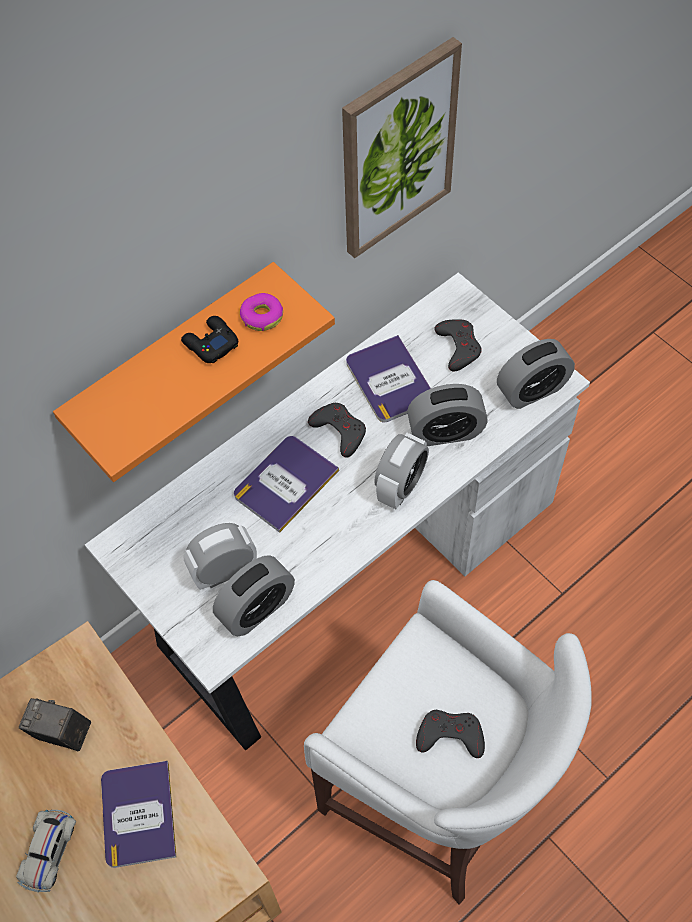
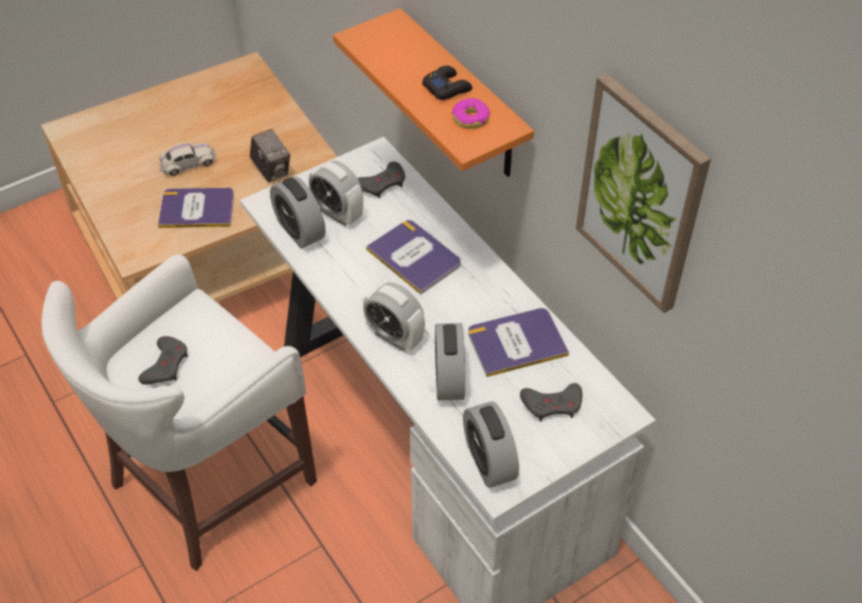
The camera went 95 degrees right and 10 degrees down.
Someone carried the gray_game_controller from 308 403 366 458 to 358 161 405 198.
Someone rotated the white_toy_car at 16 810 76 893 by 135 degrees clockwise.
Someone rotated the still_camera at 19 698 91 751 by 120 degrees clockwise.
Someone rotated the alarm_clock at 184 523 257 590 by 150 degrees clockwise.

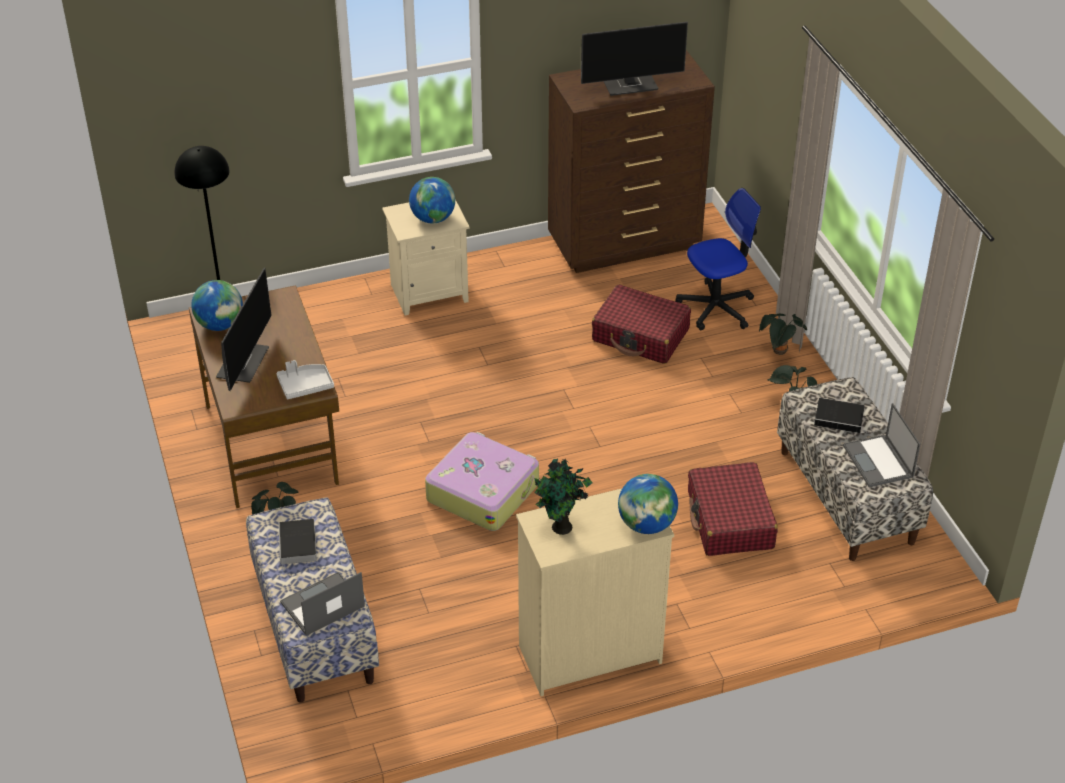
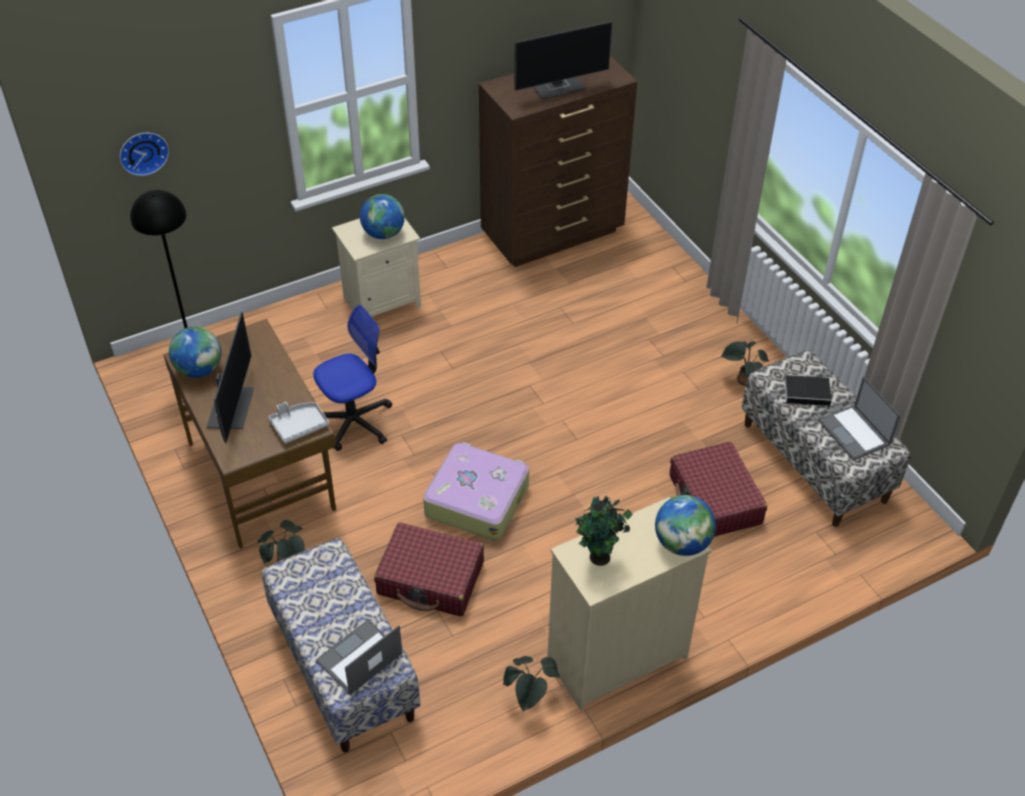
The camera went 10 degrees left and 5 degrees up.
Someone took away the volume at 278 519 317 571.
Someone put up the hanging_clock at 120 133 169 176.
Someone carried the red-coloured_piece_of_luggage from 592 284 691 364 to 374 522 484 616.
Someone carried the desk_chair from 675 188 761 330 to 313 305 392 451.
Someone carried the plant_in_a_pot from 759 314 807 355 to 503 656 560 712.

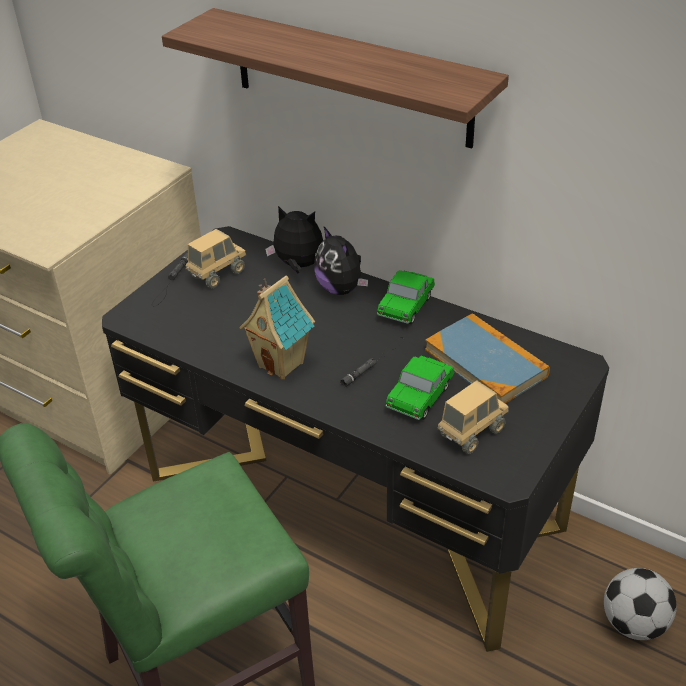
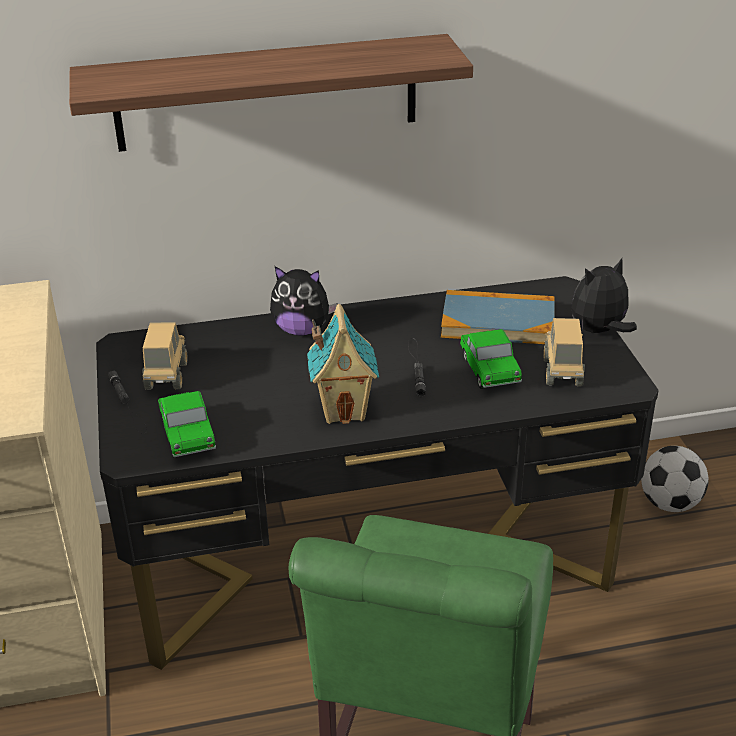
The camera went 45 degrees left and 5 degrees down.
Someone carried the plush_toy from 265 206 323 273 to 571 258 637 333.
Someone carried the toy_car from 377 270 435 324 to 158 391 216 458.

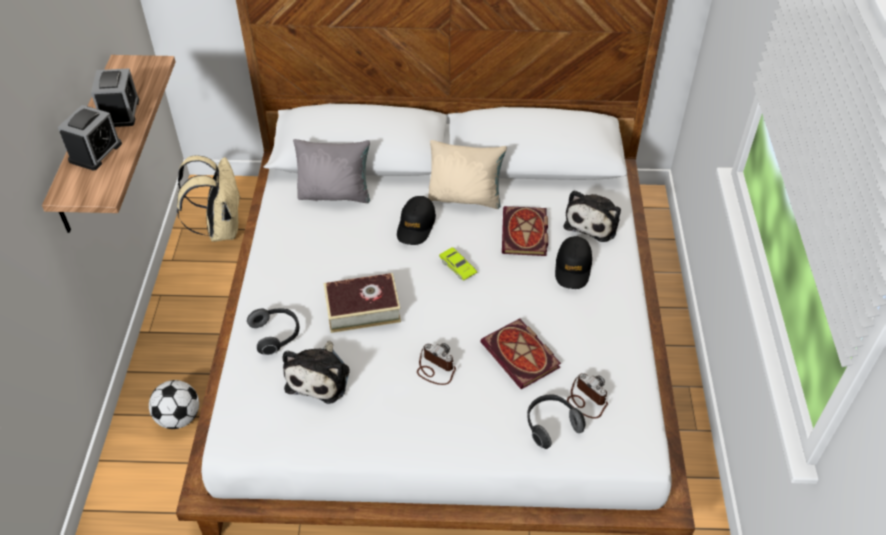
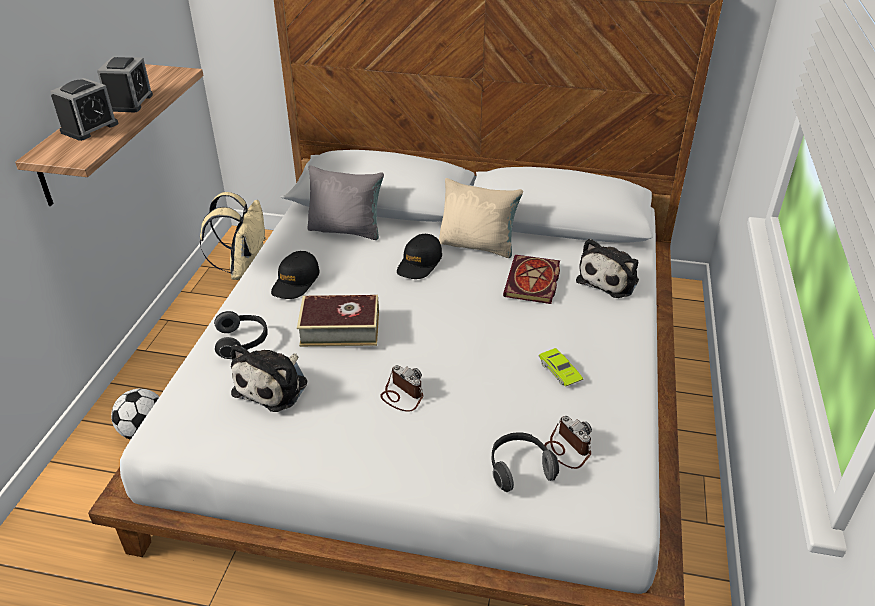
The camera went 10 degrees right and 10 degrees down.
Someone took away the volume at 480 319 561 389.
Someone carried the greenish_toy_car from 439 247 478 280 to 539 348 583 386.
Someone carried the black-coloured_peaked_cap from 555 236 592 289 to 271 251 320 299.

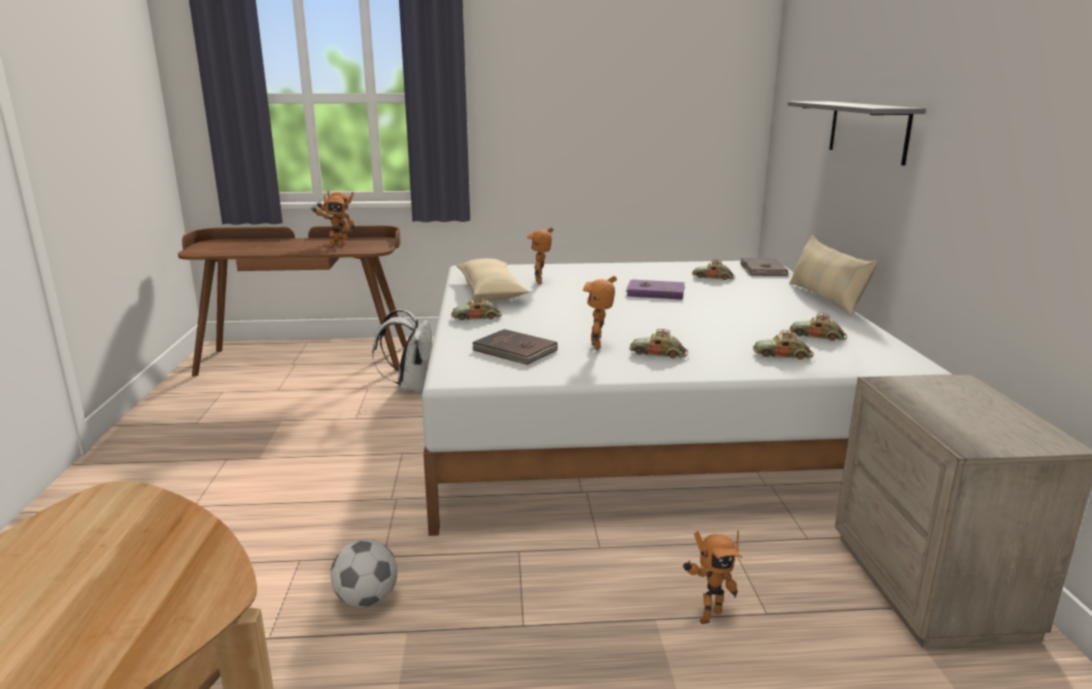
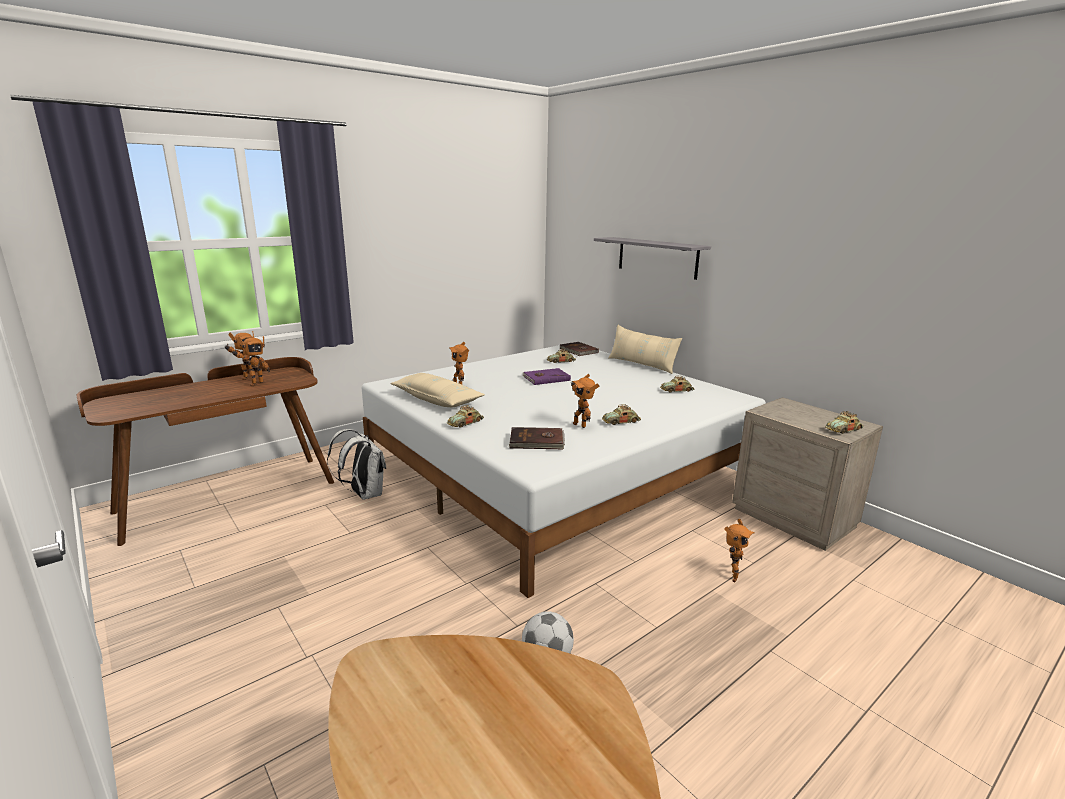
The camera went 35 degrees left and 0 degrees up.
Someone carried the toy_car from 753 330 814 359 to 825 411 863 434.

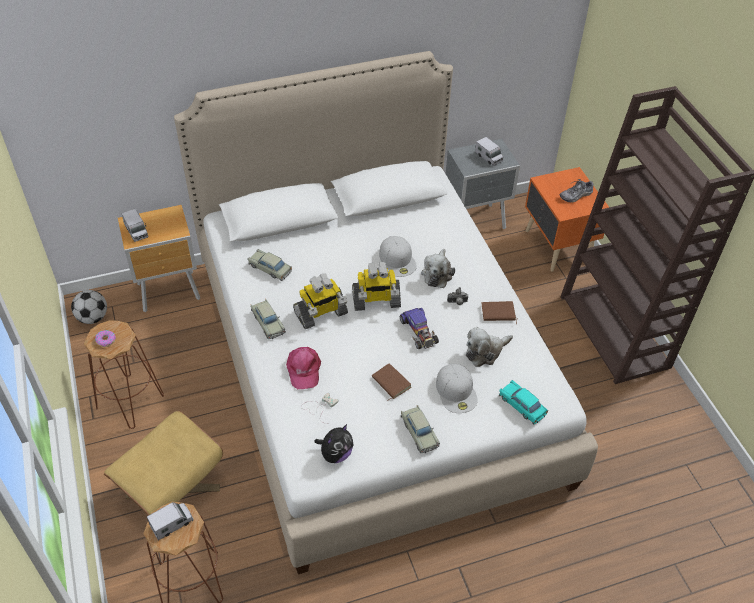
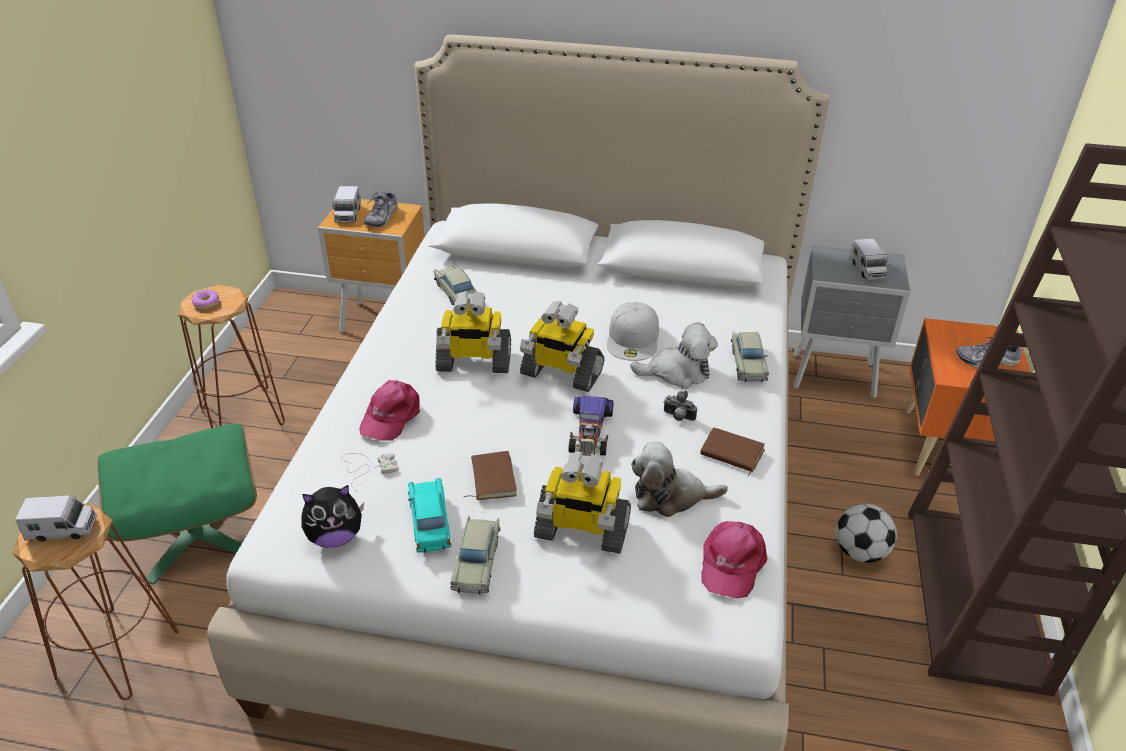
The camera went 30 degrees right and 10 degrees down.
Someone put down the item_of_footwear at 364 192 398 227.
Someone put down the pinkish_peaked_cap at 701 521 767 598.
Someone carried the ball_for_football from 71 290 107 324 to 836 504 897 563.
Someone carried the sand-coloured_toy_car from 251 299 286 339 to 731 331 769 382.
Someone carried the blue-green_toy_car from 499 380 548 424 to 408 478 451 553.
Someone swapped the white_peaked_cap at 436 364 478 413 for the toy_robot at 534 452 631 554.
Someone repainted the sand-coloured_pouffe at 104 411 223 516, which became the greenish_pouffe at 97 424 257 585.
Someone rotated the plush_toy at 421 249 455 288 by 135 degrees counterclockwise.

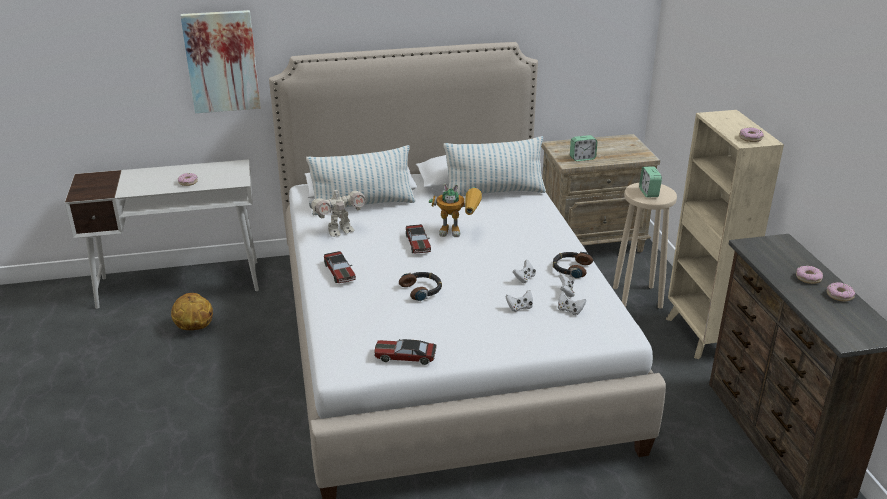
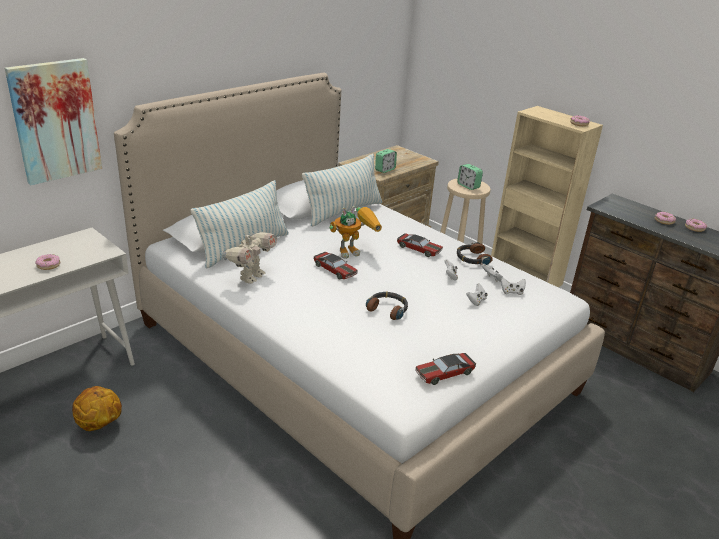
The camera went 35 degrees left and 0 degrees up.
Someone carried the toy_car from 324 251 356 283 to 397 233 443 257.

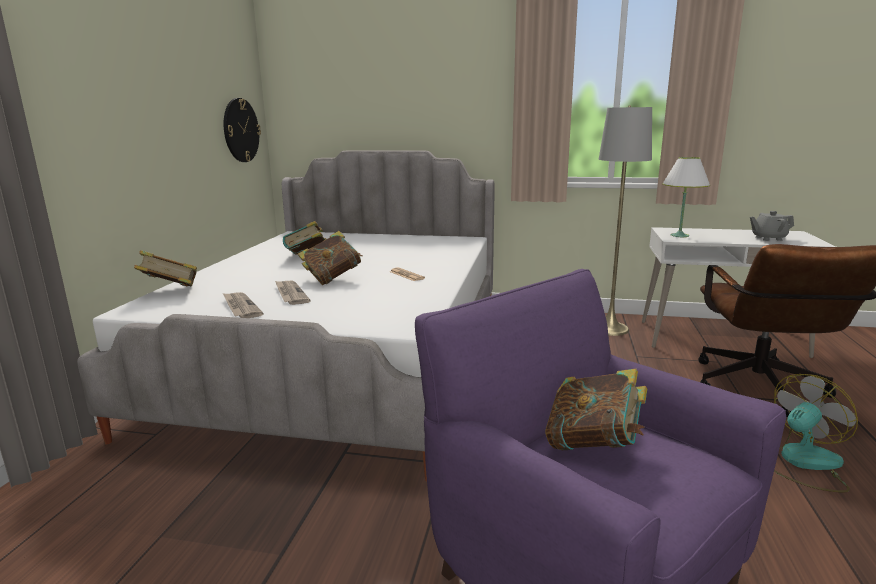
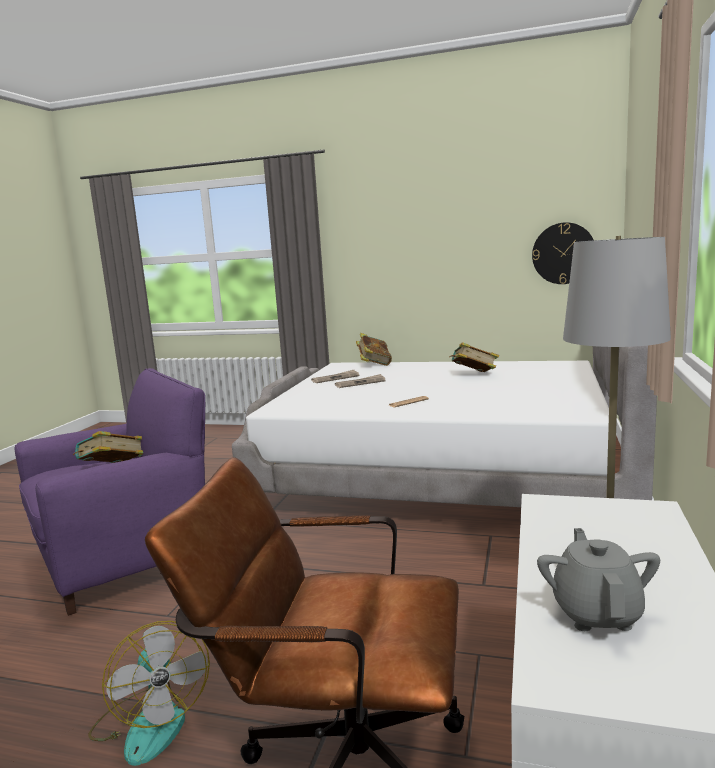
The camera went 95 degrees right and 5 degrees down.
Someone took away the volume at 298 231 363 285.
Someone took away the white_lamp_for_a_table at 662 157 710 237.

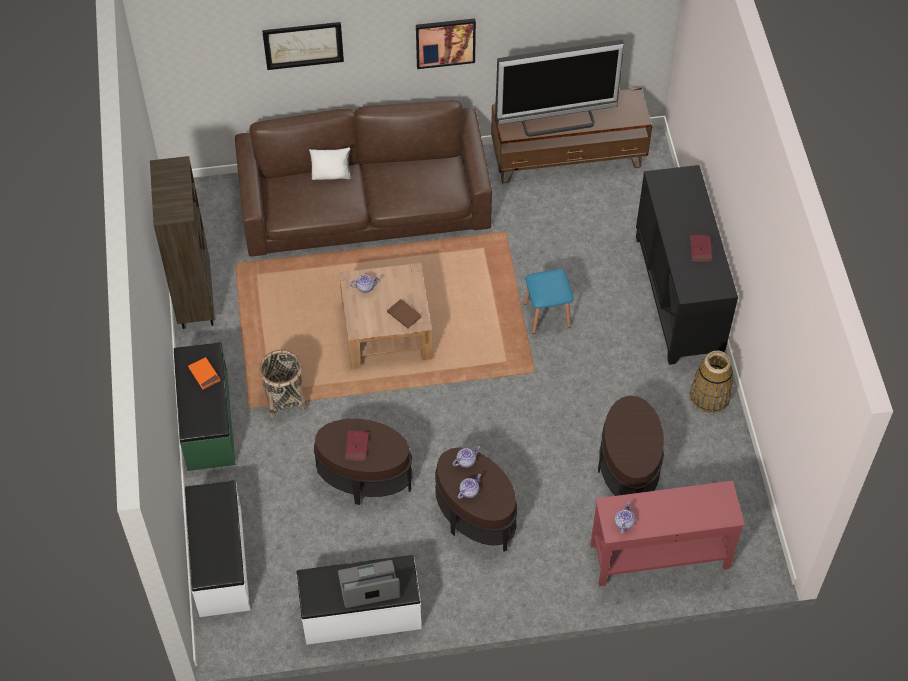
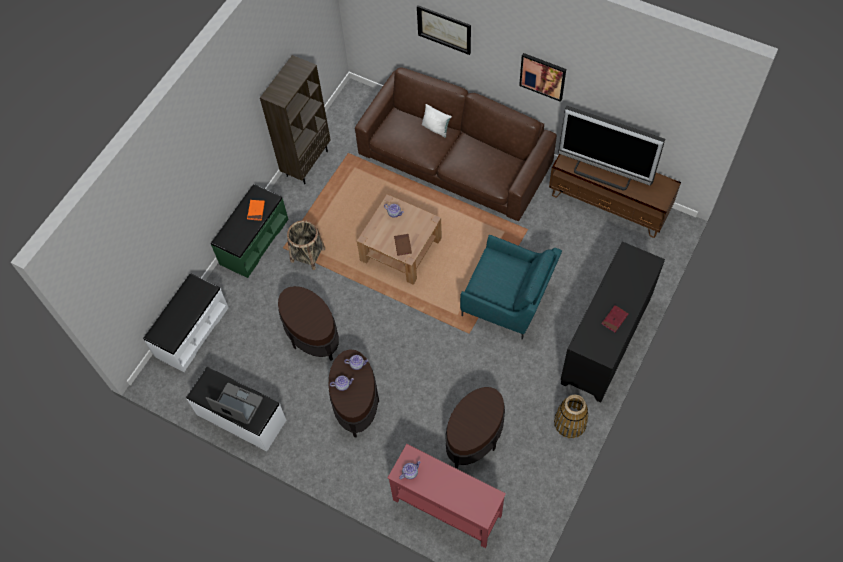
The camera went 40 degrees right and 5 degrees up.
Someone took away the red-coloured_volume at 345 430 369 461.
Someone swapped the blue-coloured_stool at 524 269 573 334 for the blue-green_easy_chair at 460 235 562 340.

